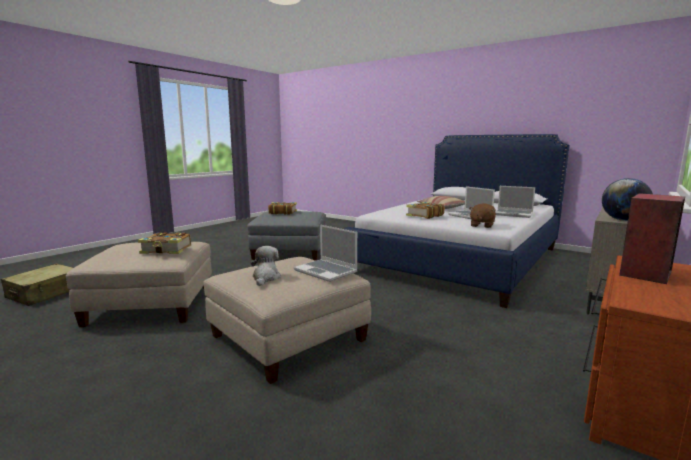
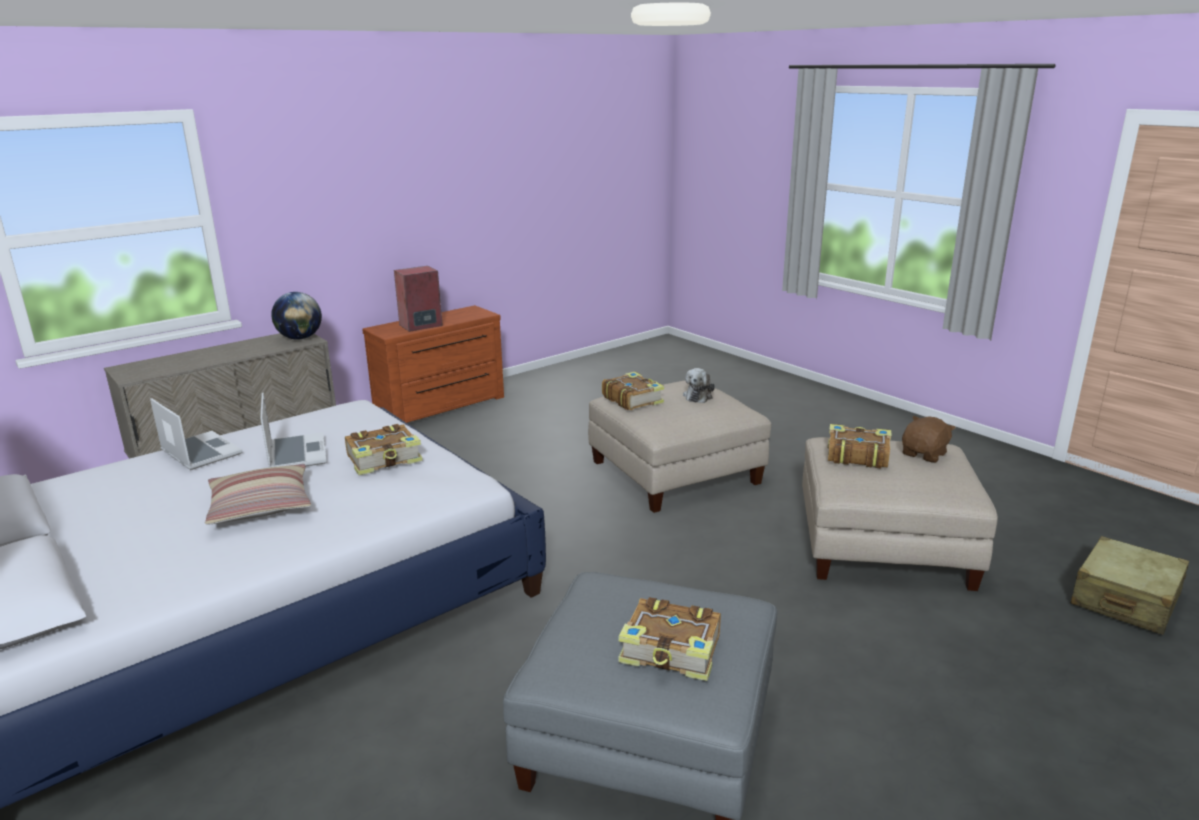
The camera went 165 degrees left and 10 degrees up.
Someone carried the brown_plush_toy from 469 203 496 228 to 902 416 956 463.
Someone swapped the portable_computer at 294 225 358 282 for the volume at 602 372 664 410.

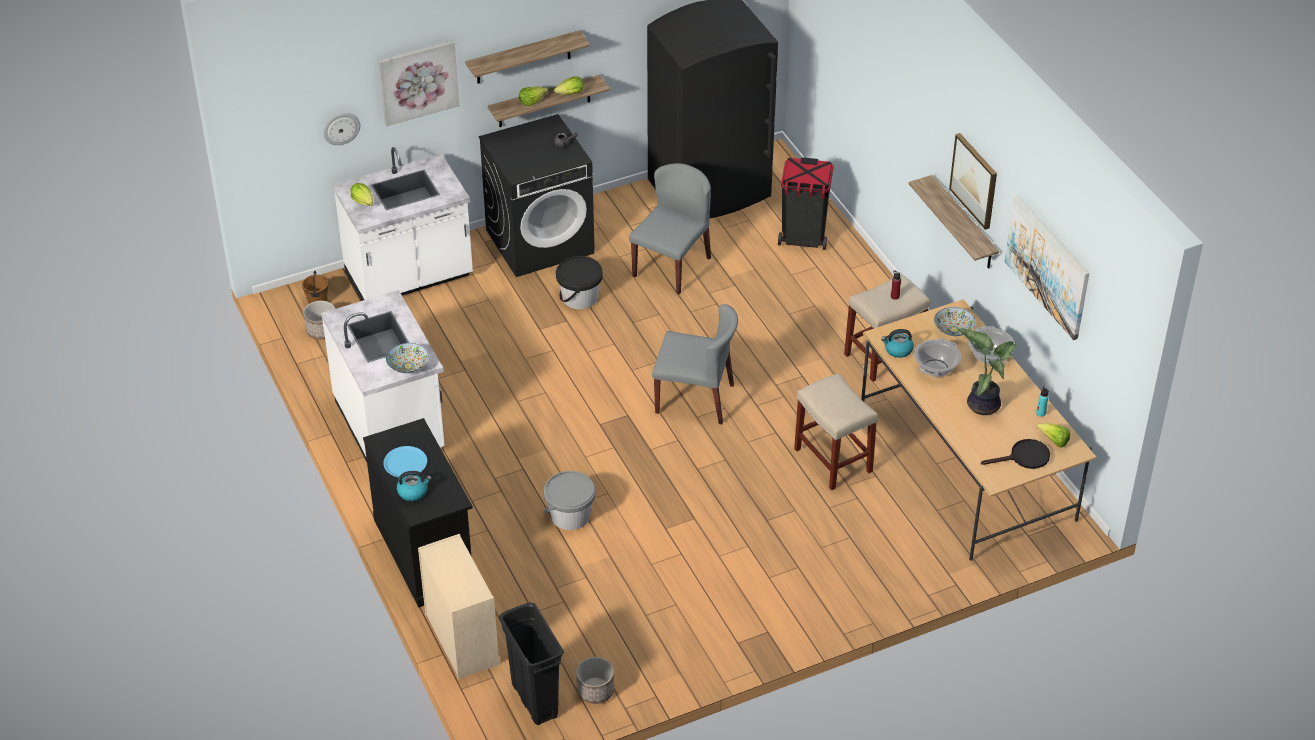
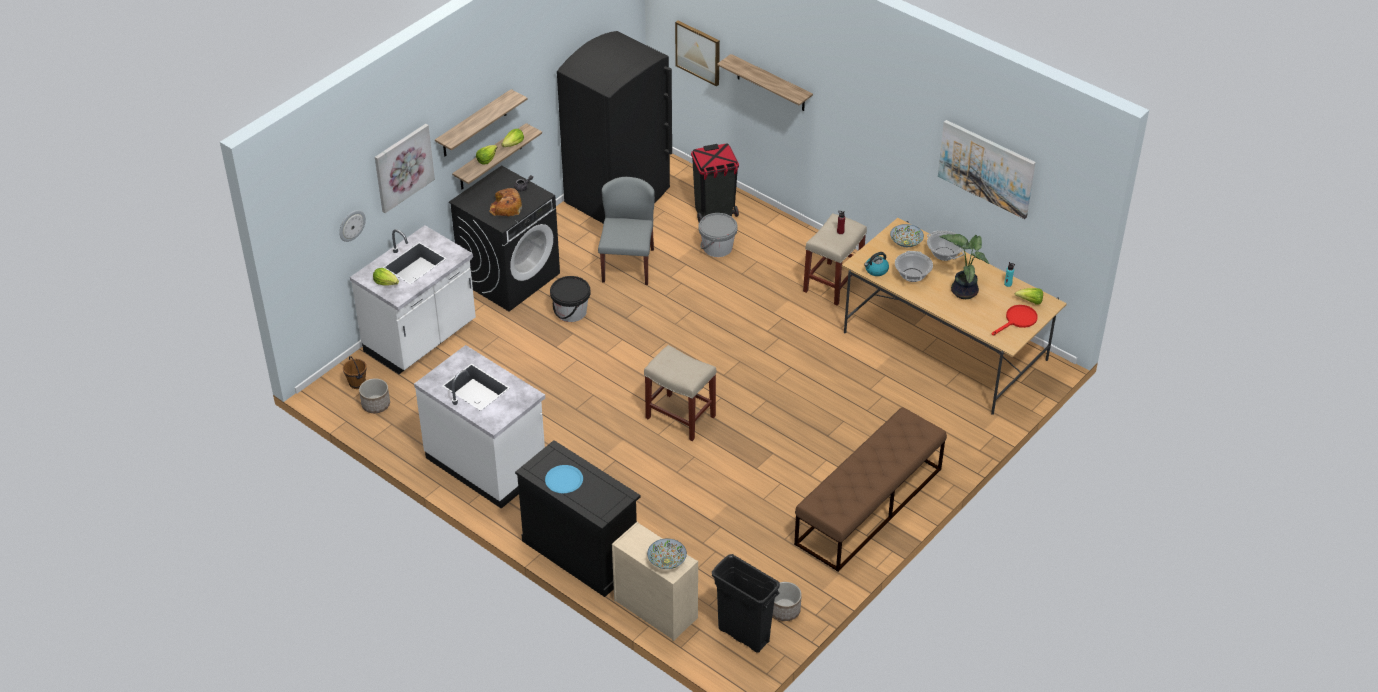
The camera went 25 degrees left and 0 degrees up.
Someone took away the tea_kettle at 397 471 432 501.
Someone took away the gray_plain_chair at 652 304 738 424.
Someone put down the bread at 489 188 522 217.
Someone put down the brown_long_seat at 794 407 947 572.
Someone carried the bowl from 386 343 428 373 to 647 539 687 569.
Someone carried the gray_bucket from 543 471 596 530 to 699 213 738 257.
Someone carried the sand-coloured_stool from 794 373 878 490 to 644 345 716 441.
Someone carried the bracket_shelf from 908 175 999 269 to 717 54 813 111.
Someone carried the wall_art from 949 133 997 230 to 675 20 720 87.
Someone repainted the black-coloured_skillet at 981 439 1050 469, which became the red-coloured_skillet at 992 305 1038 335.

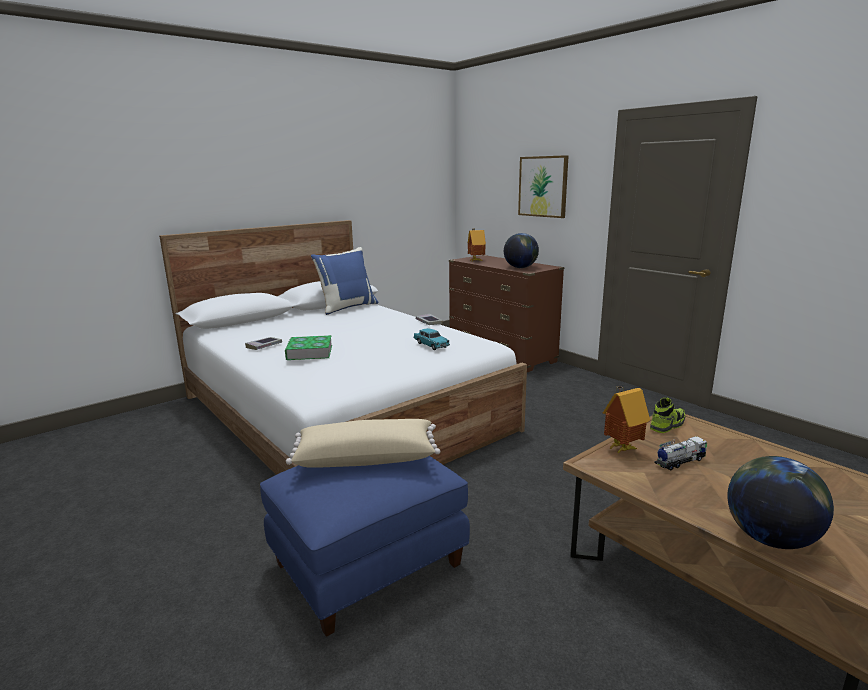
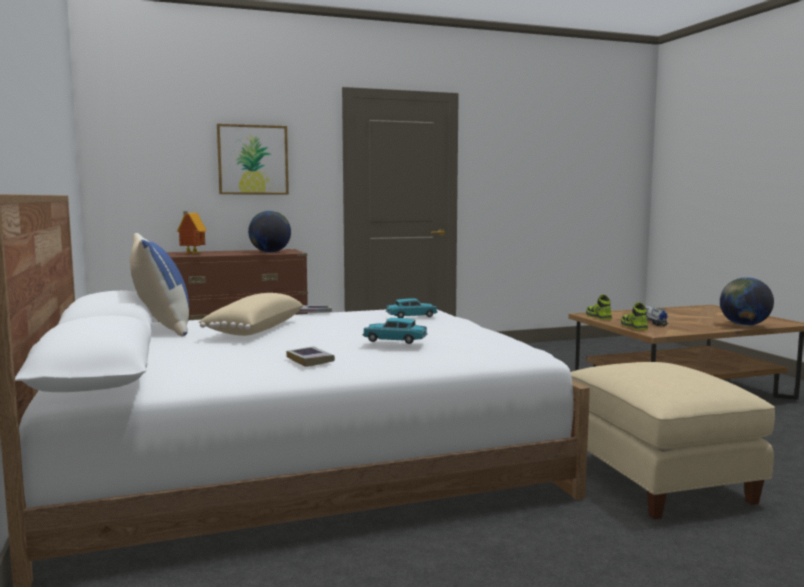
The camera went 70 degrees left and 10 degrees down.
Someone carried the sand-coloured_cushion from 286 419 440 468 to 199 293 303 336.
Someone swapped the volume at 285 335 332 360 for the blue-green_toy_car at 362 318 428 344.
Someone swapped the toy_house at 603 386 650 454 for the item_of_footwear at 621 302 648 330.
Someone repainted the blue-coloured_pouffe at 260 456 470 637, which became the sand-coloured_pouffe at 571 362 775 519.

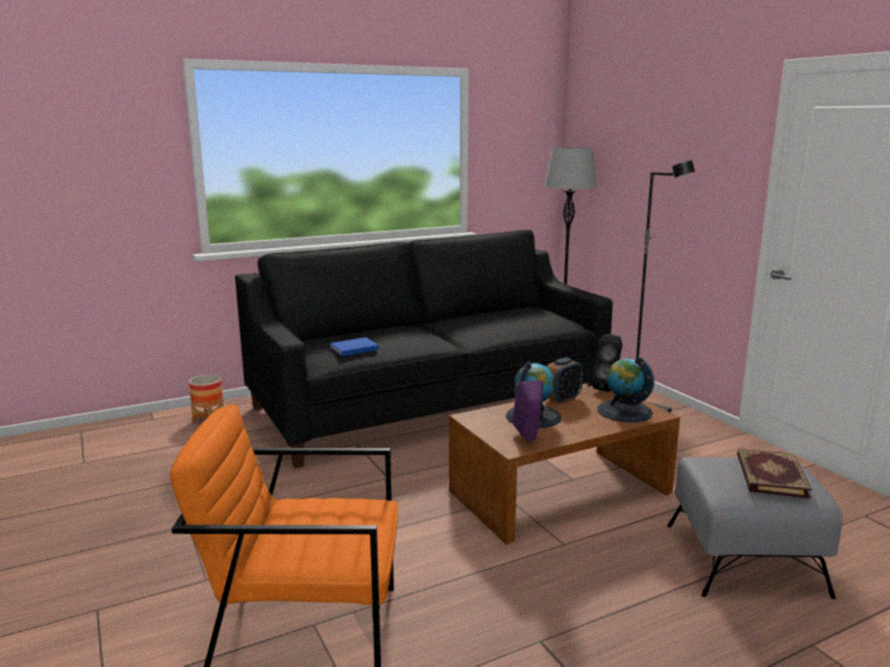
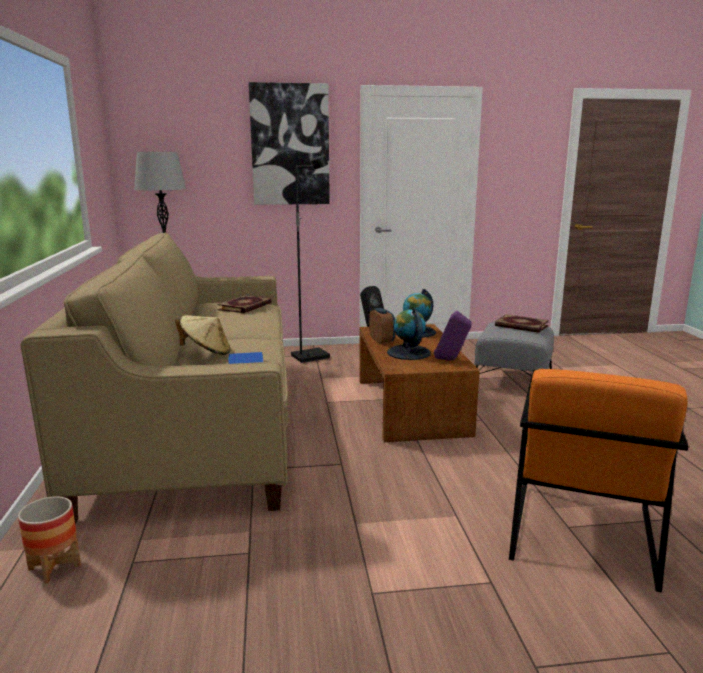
The camera went 70 degrees left and 0 degrees up.
Someone put down the sand-coloured_hat at 175 315 231 355.
Someone put down the volume at 217 295 271 313.
Someone put up the wall_art at 249 82 330 205.
Someone repainted the black-coloured_sofa at 235 230 613 468, which became the sand-coloured_sofa at 21 232 288 524.

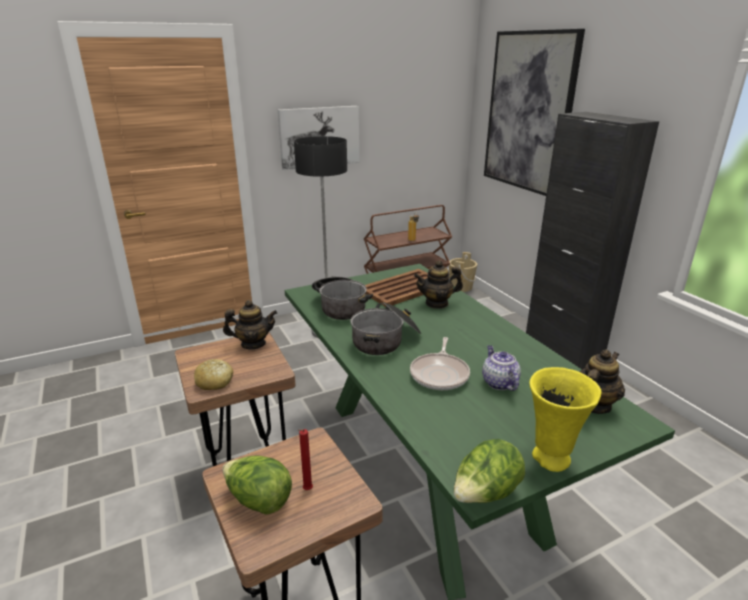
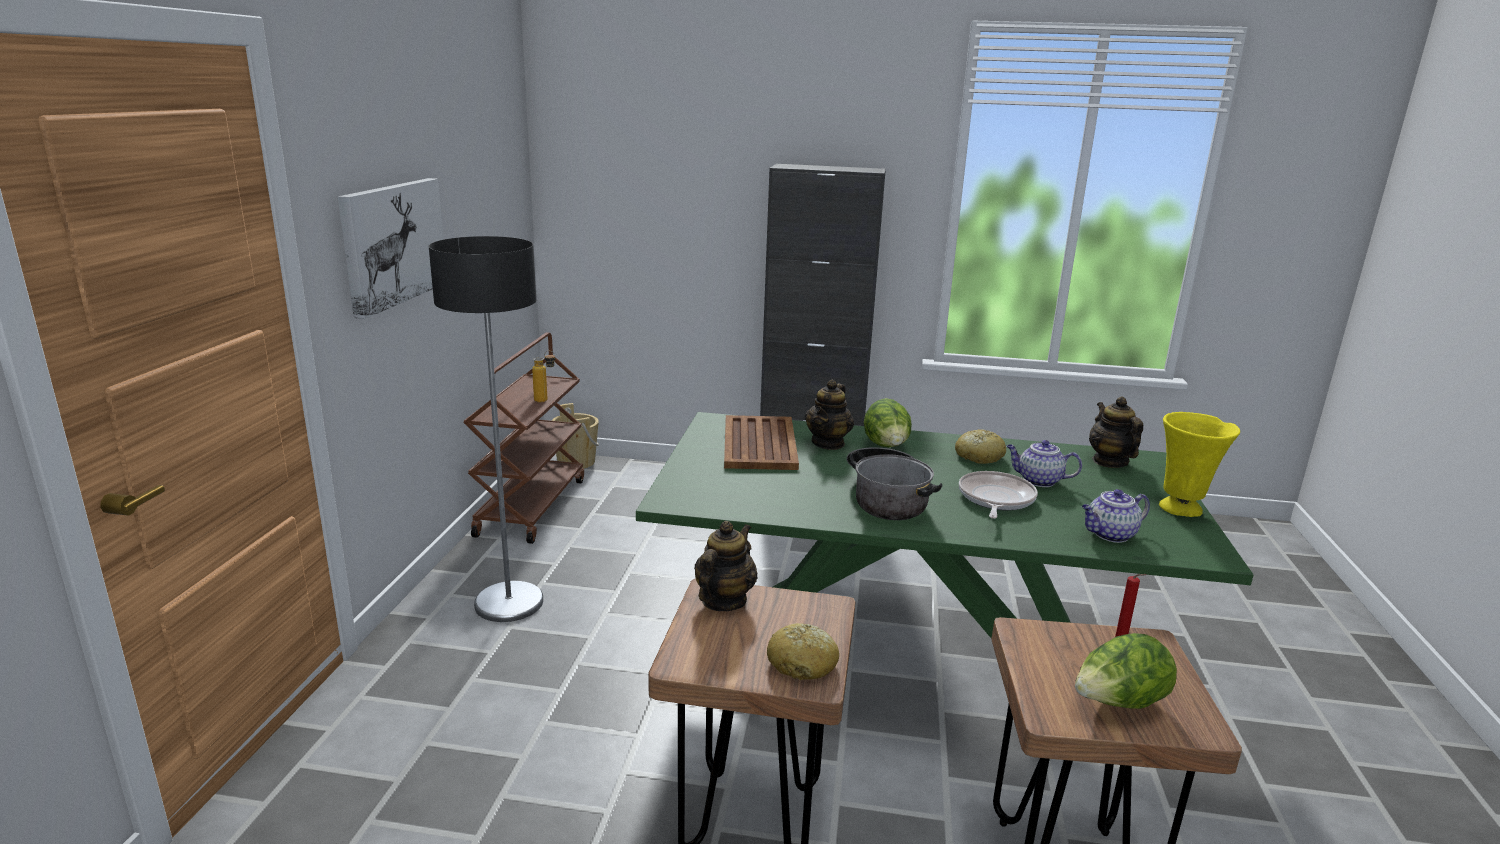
The camera went 55 degrees left and 5 degrees down.
Someone took away the saucepot at 312 276 373 320.
Someone took away the wall_art at 484 29 585 196.
Someone put down the bread at 955 429 1006 464.
Someone put down the pot_for_tea at 1082 489 1150 543.
Someone carried the head_of_lettuce from 454 439 525 503 to 864 398 912 447.
Someone rotated the skillet at 410 337 470 390 by 120 degrees counterclockwise.

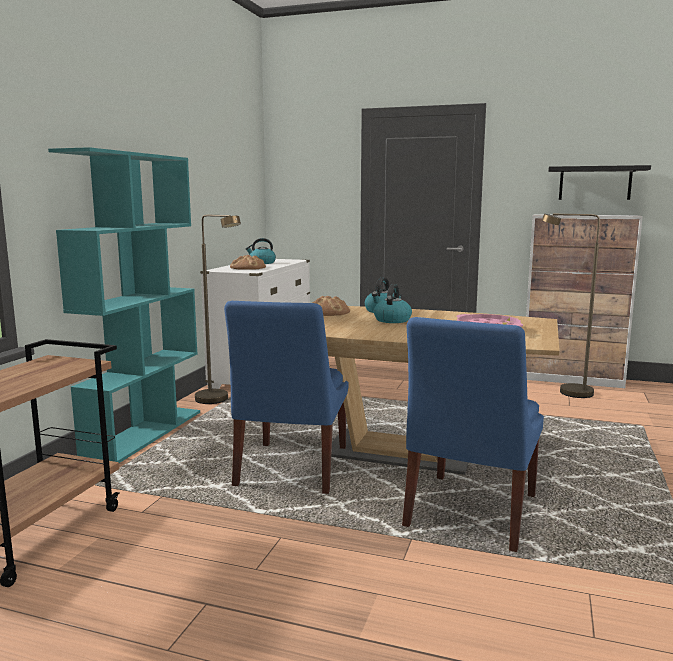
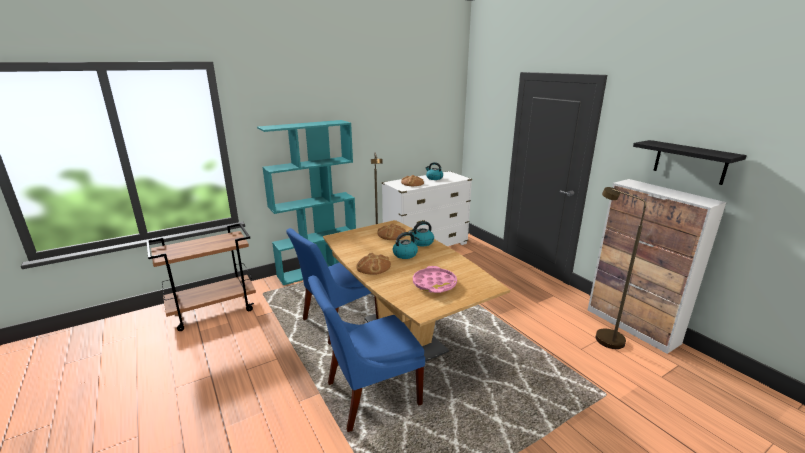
The camera went 40 degrees right and 10 degrees up.
Someone put down the bread at 357 253 391 275.

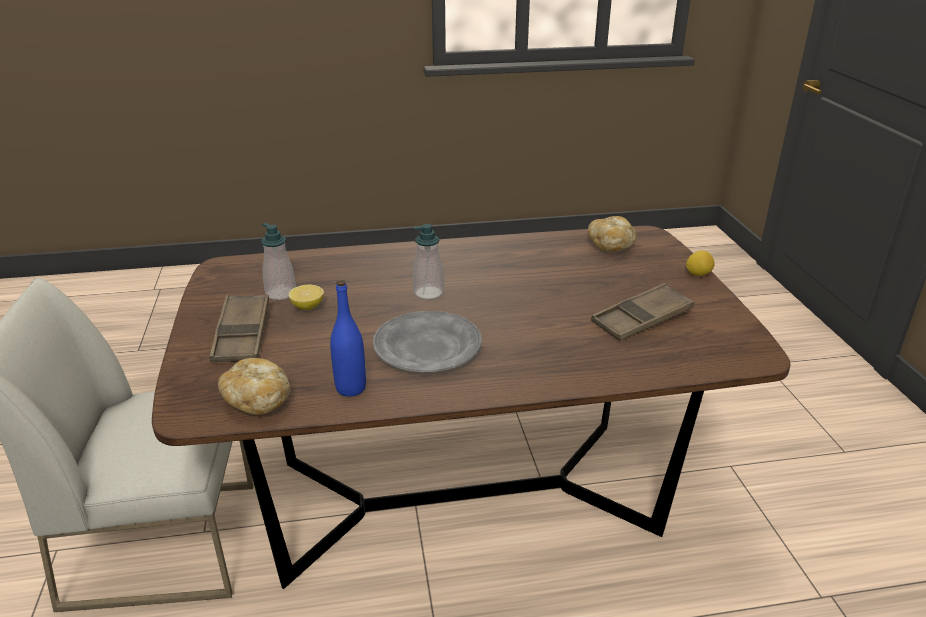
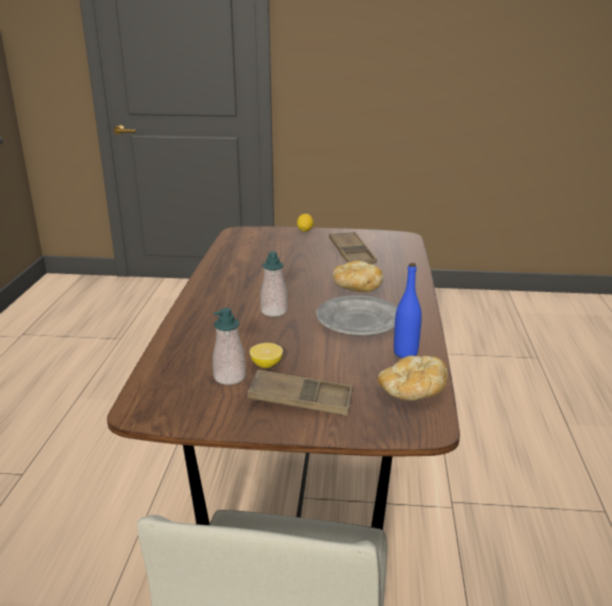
The camera went 75 degrees left and 5 degrees down.
Someone carried the bread from 588 216 637 252 to 333 261 383 292.

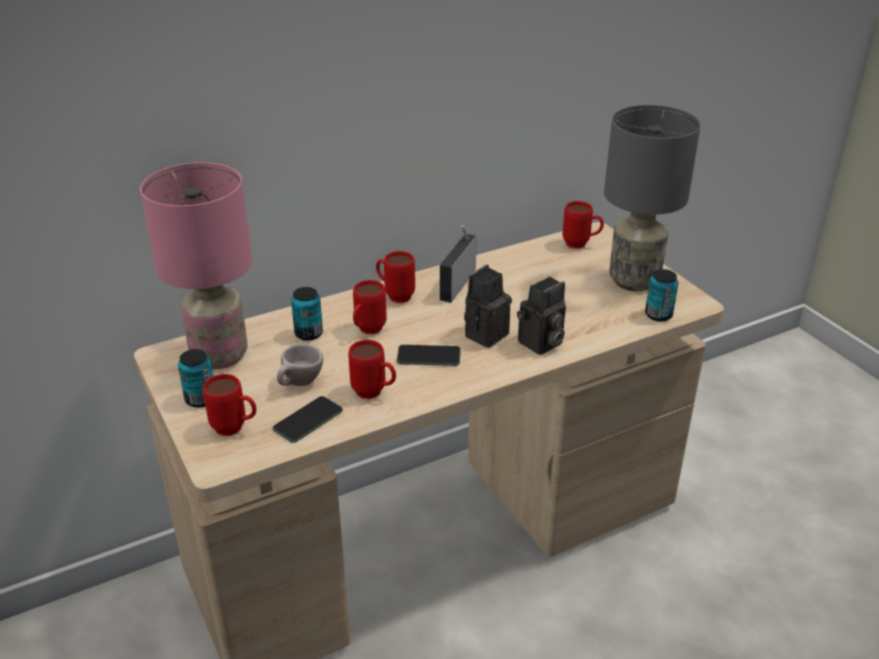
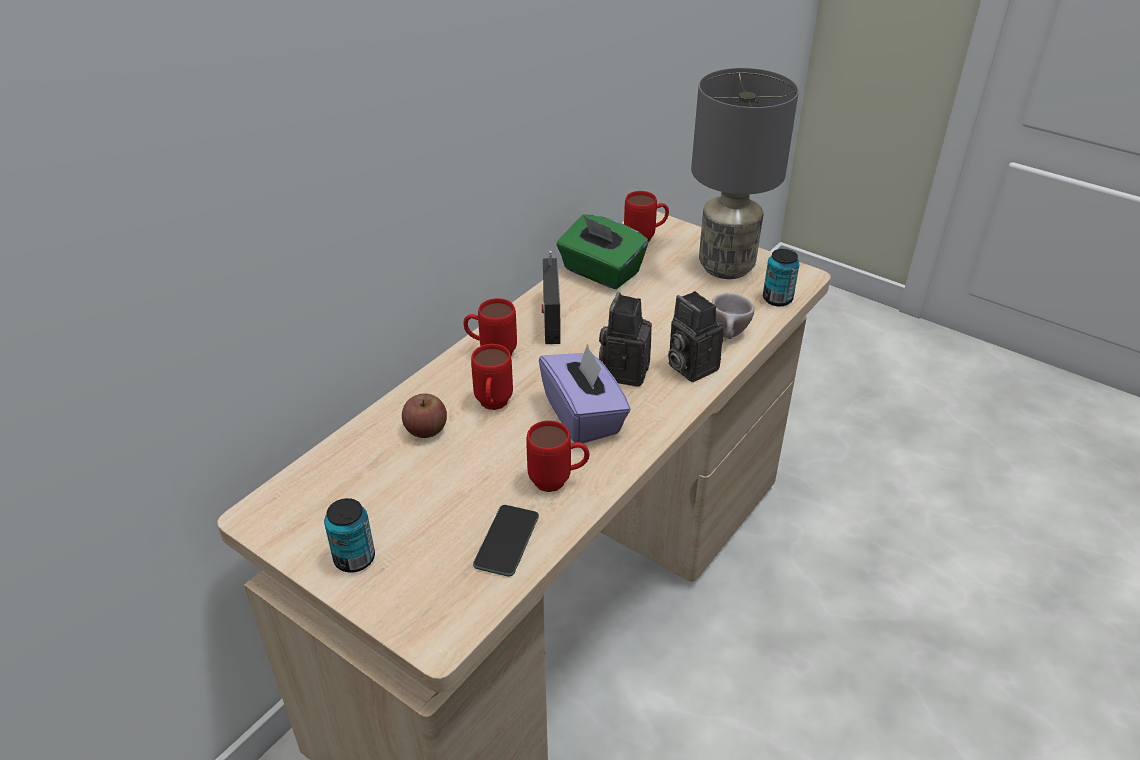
The camera went 25 degrees left and 5 degrees up.
Someone took away the pinkish_lamp_for_a_table at 140 162 252 369.
Someone took away the red-coloured_coffee_mug at 203 374 256 436.
Someone put down the greenish_box_of_tissues at 556 215 648 289.
Someone carried the sand-coloured_small_cup from 277 343 323 386 to 712 293 755 339.
Someone swapped the metal_can at 291 287 323 341 for the whole_apple at 402 394 447 438.
Someone swapped the handset at 397 345 461 366 for the purple-coloured_box_of_tissues at 539 343 631 443.
Someone rotated the still_camera at 517 277 566 355 by 120 degrees clockwise.

